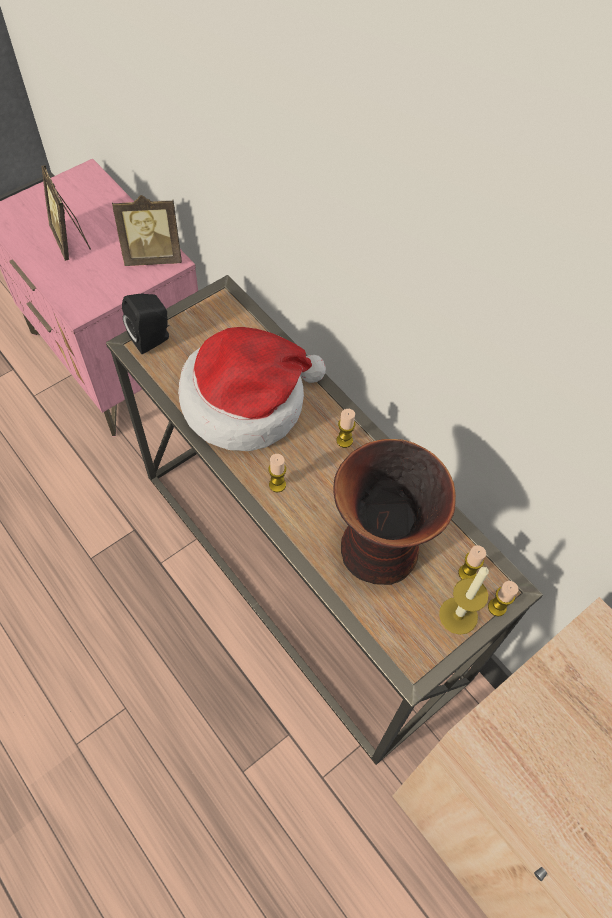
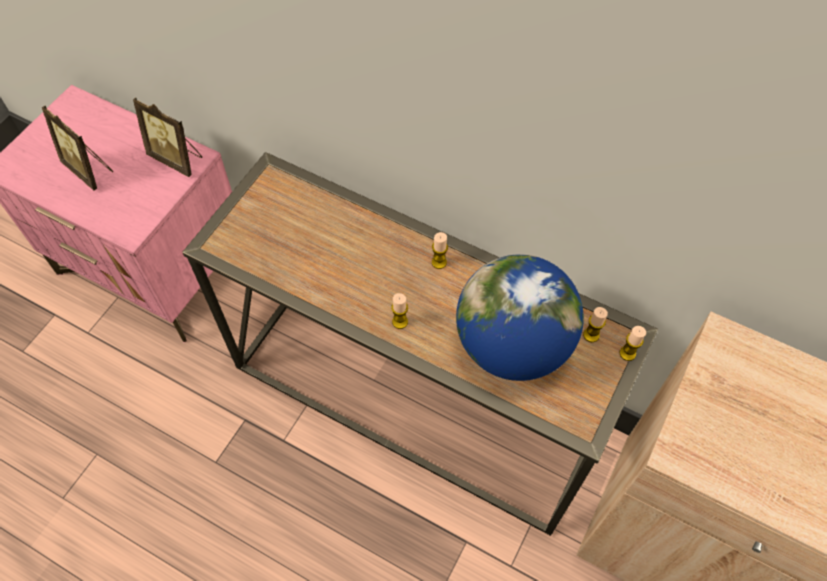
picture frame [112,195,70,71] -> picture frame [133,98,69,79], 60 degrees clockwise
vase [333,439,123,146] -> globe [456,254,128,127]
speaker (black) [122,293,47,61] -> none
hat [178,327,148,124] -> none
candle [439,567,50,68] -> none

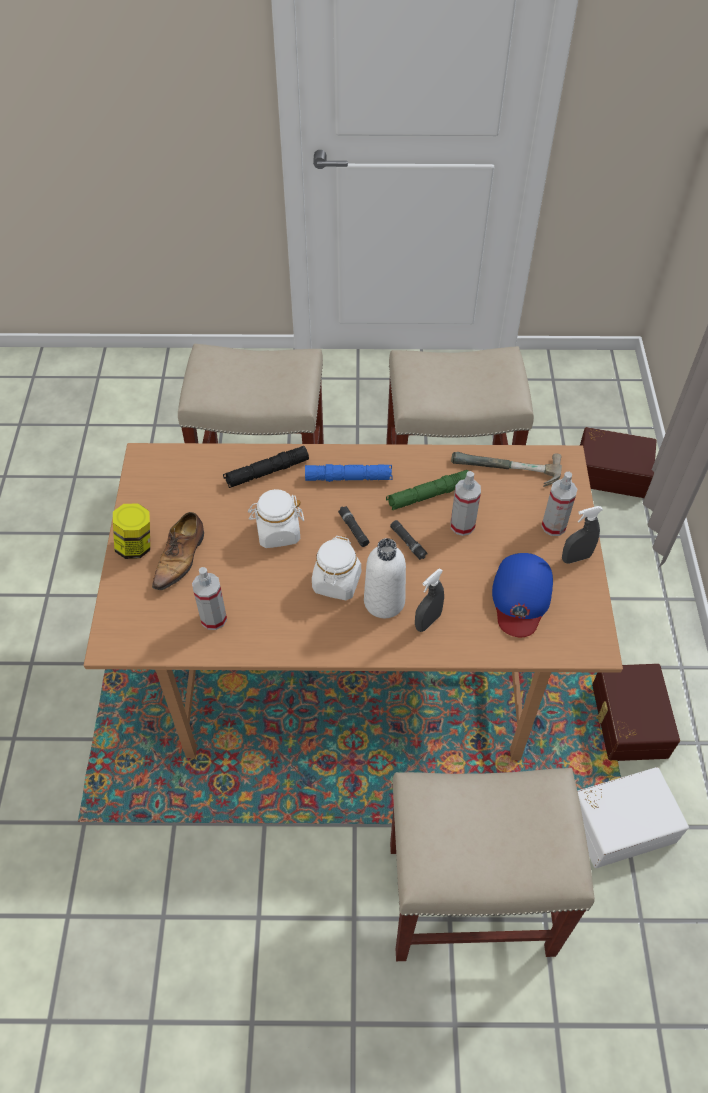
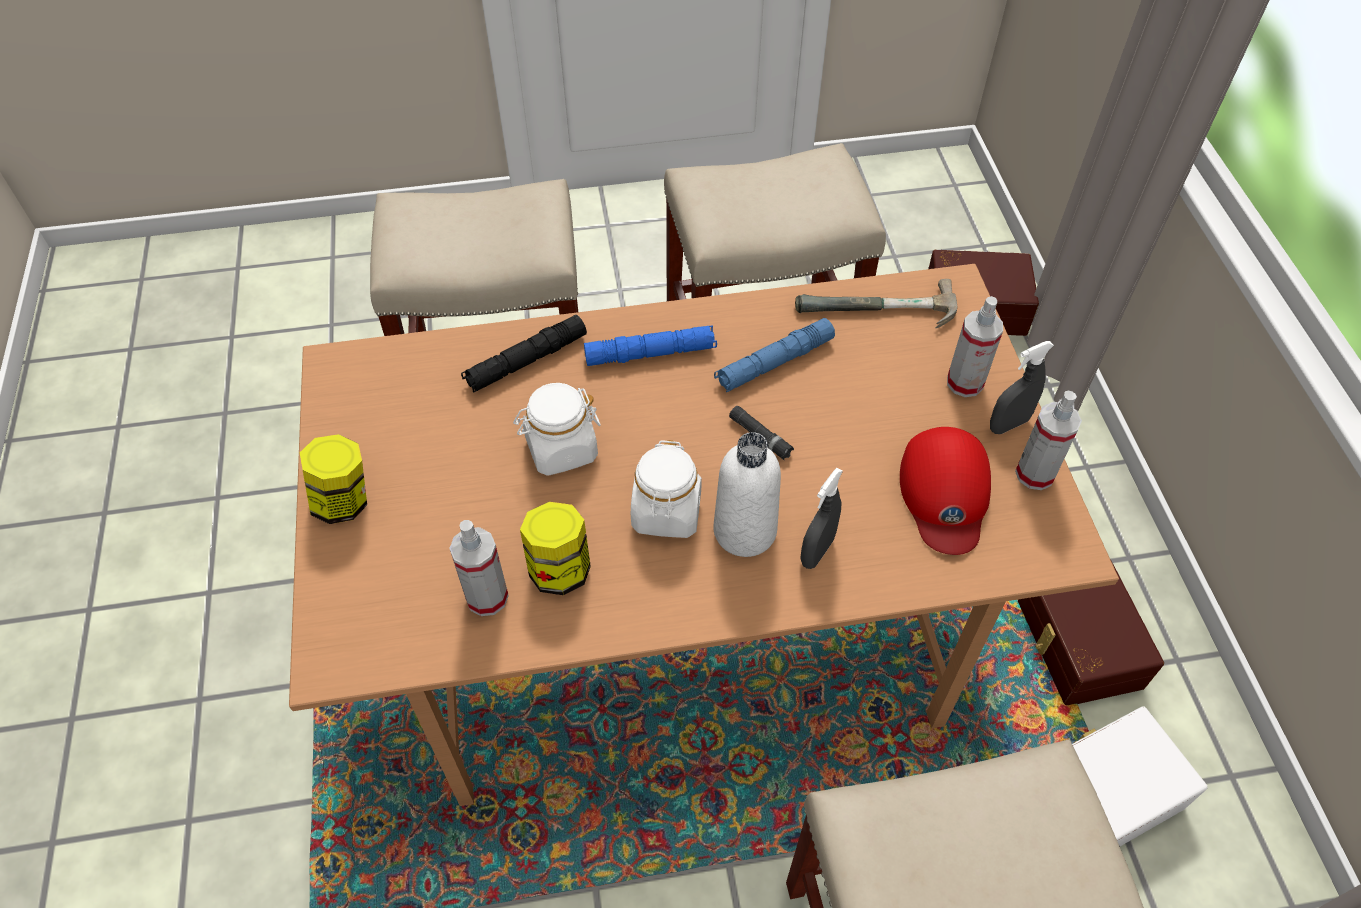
none -> jar [520,502,71,93]
flashlight (green) [386,470,82,40] -> flashlight (blue) [714,318,121,74]
cap (blue) [492,553,61,84] -> cap (red) [900,427,91,128]
spray bottle [451,471,30,65] -> spray bottle [1015,390,67,100], shifted
shoe [152,512,52,78] -> none
flashlight (black) [338,506,31,41] -> none

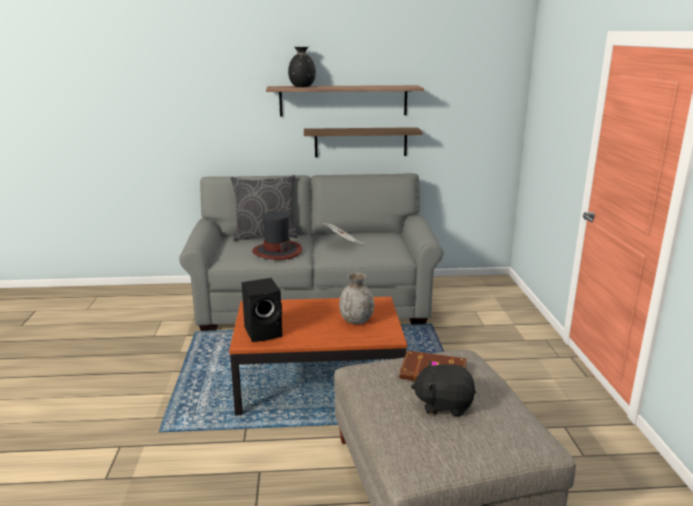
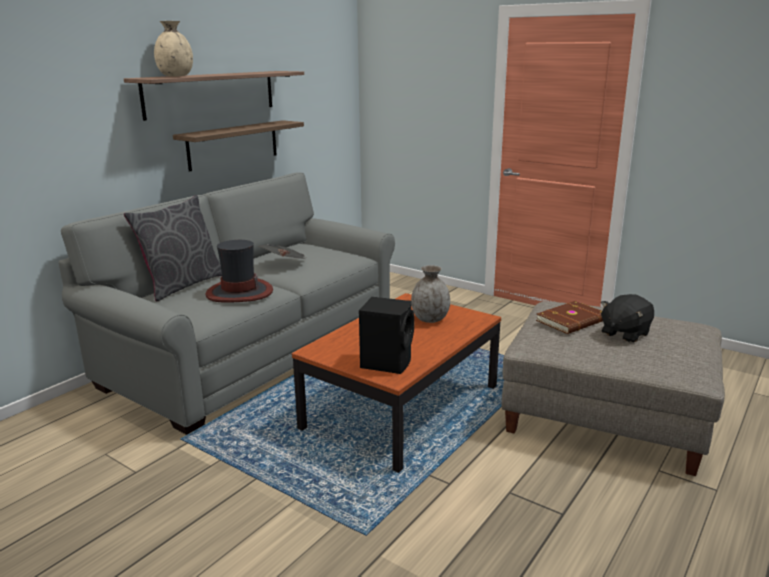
vase (black) [288,47,28,40] -> vase (beige) [154,21,39,56]

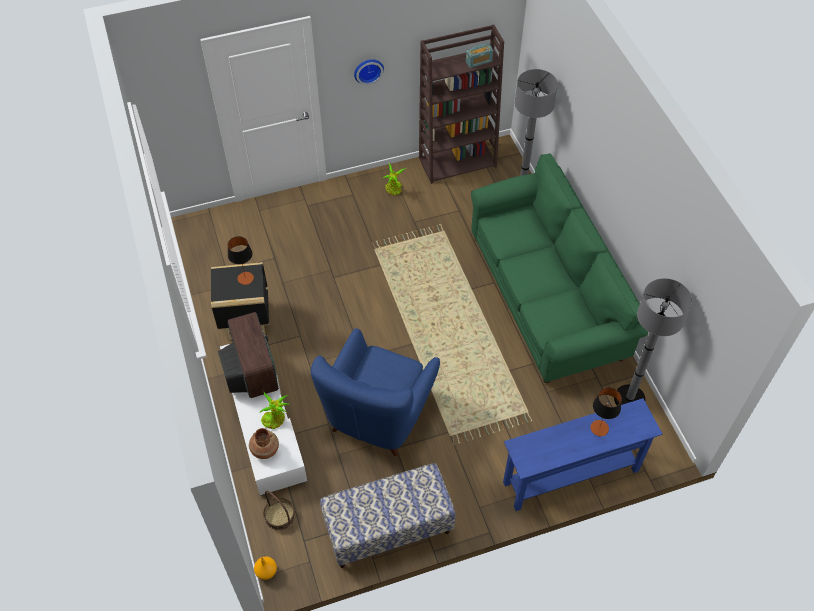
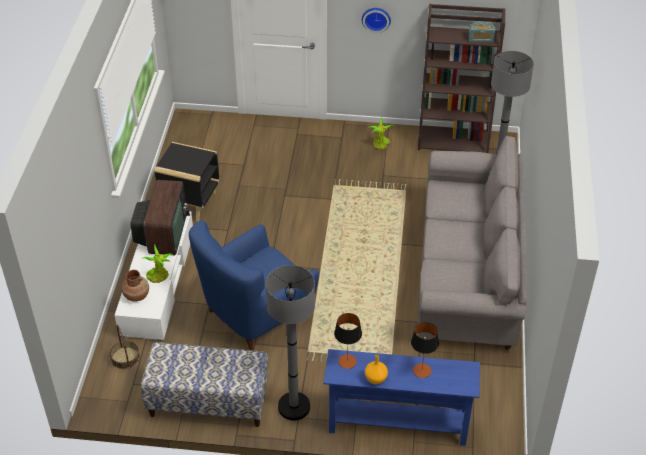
floor lamp (grey) [614,278,78,128] -> floor lamp (grey) [266,265,49,156], shifted
table lamp [228,236,26,49] -> table lamp [334,313,28,56], shifted
vase (orange) [254,556,23,24] -> vase (orange) [365,354,23,30], shifted
sofa (green) [471,153,177,230] -> sofa (grey) [418,136,109,214]

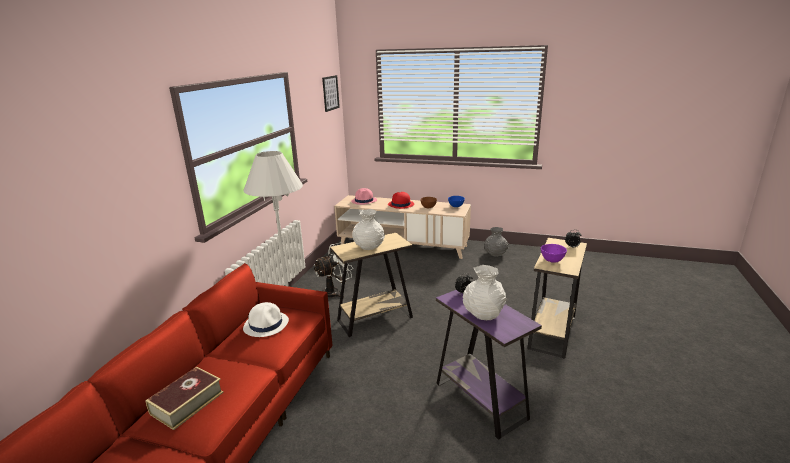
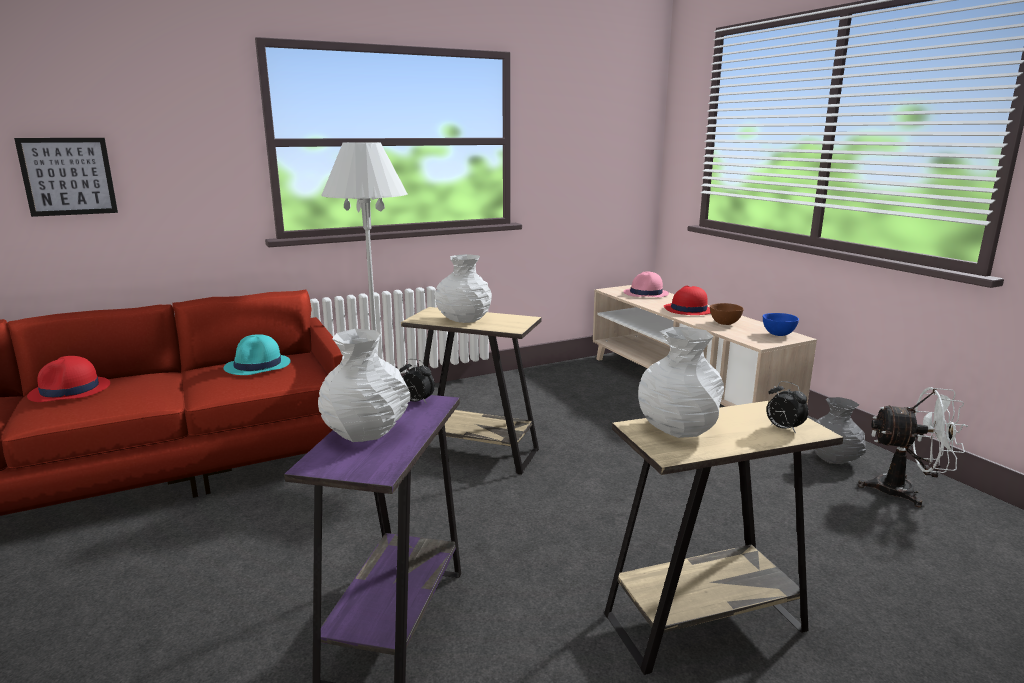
picture [322,75,18,37] -> picture [14,138,104,79], shifted
book [145,366,79,64] -> hat (red) [27,356,83,46]
hat (white) [243,302,46,35] -> hat (turquoise) [223,334,68,41]
bowl (purple) [541,244,26,19] -> vase (white) [638,327,86,111]
fan (white) [314,242,39,56] -> fan (white) [858,387,110,120], shifted

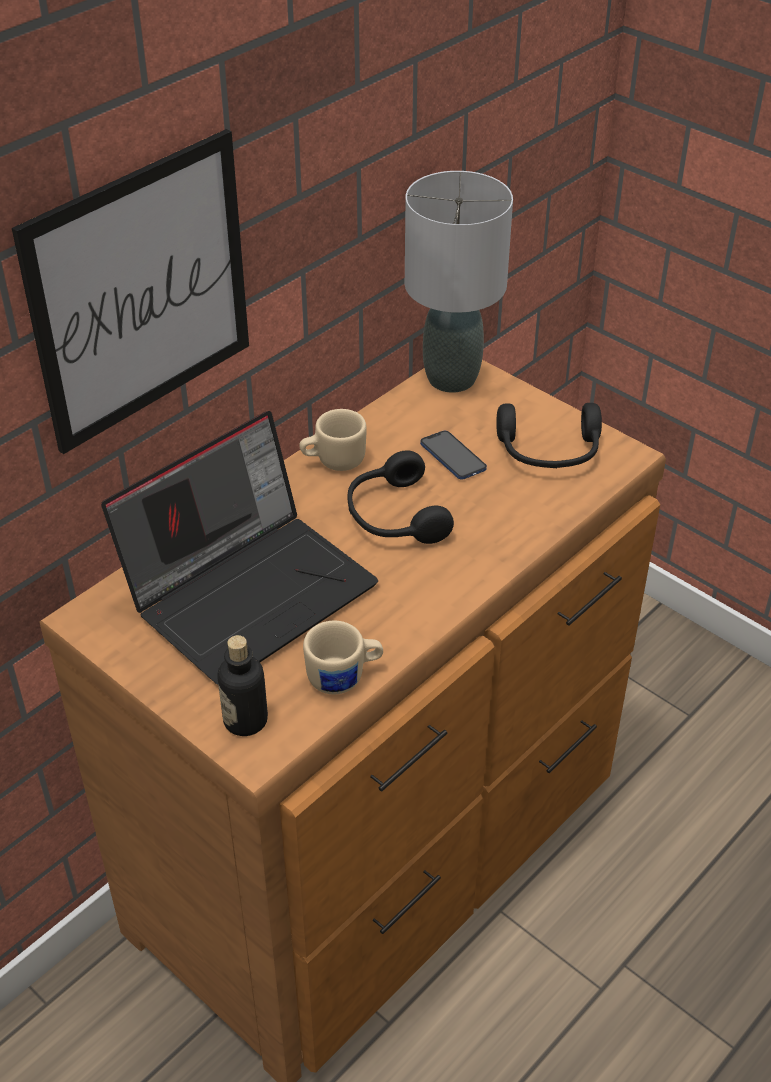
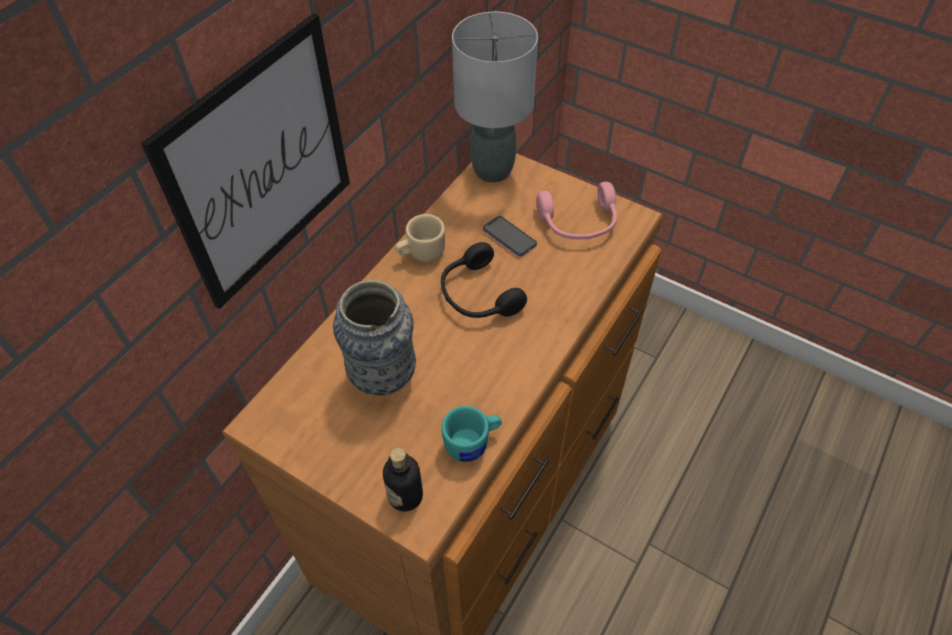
laptop [101,411,277,274] -> vase [333,280,83,116]
mug (beige) [303,621,80,73] -> mug (turquoise) [441,406,61,56]
headphones (black) [496,403,106,65] -> headphones (pink) [536,182,81,57]

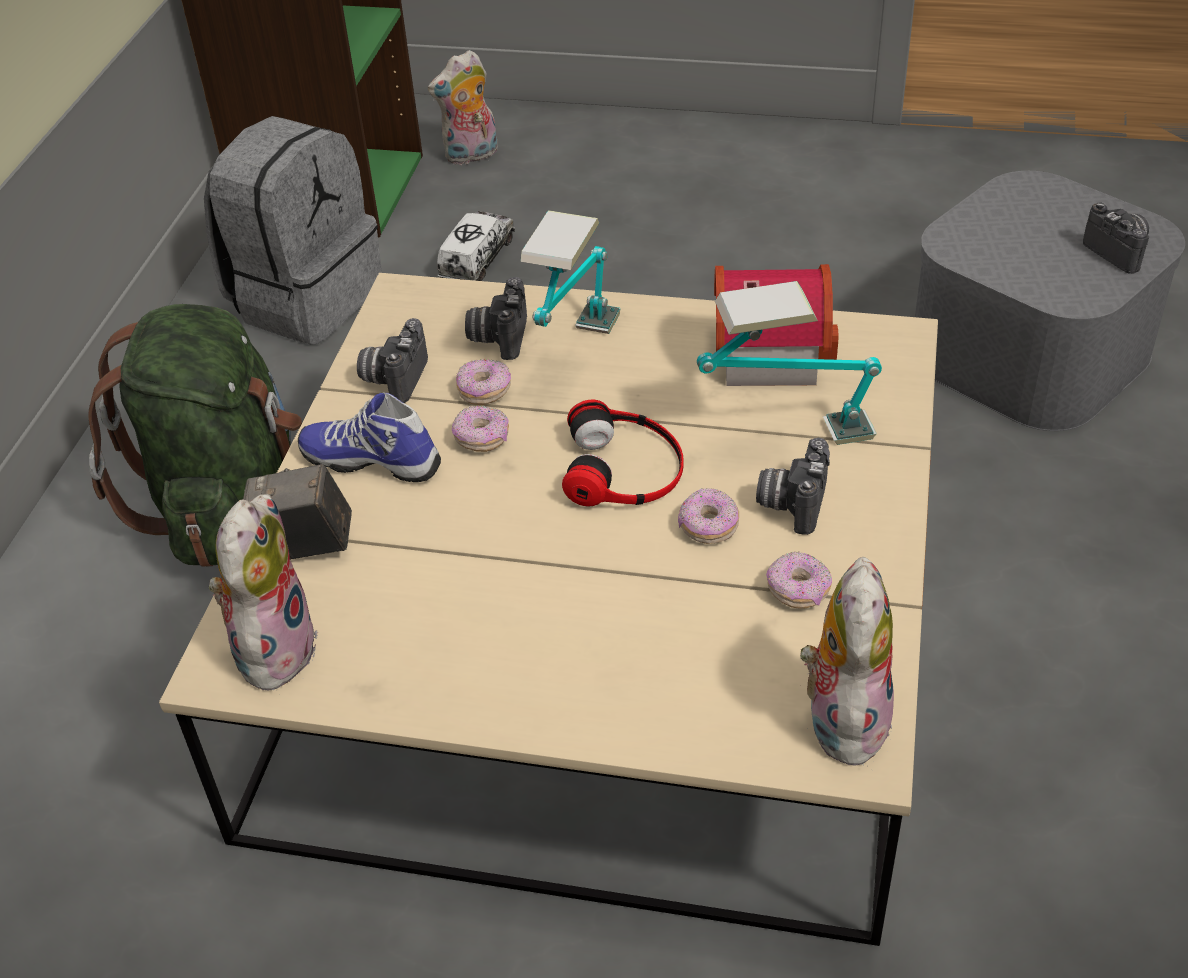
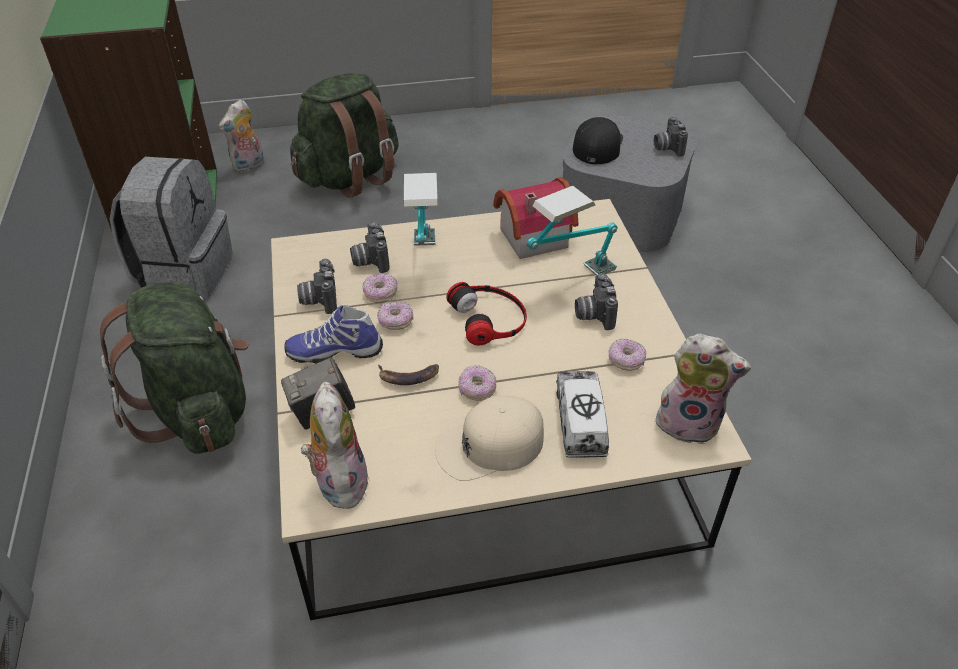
none -> backpack (green) [290,73,109,125]
none -> banana [378,364,61,21]
none -> cap (beige) [435,395,109,86]
donut [678,488,61,56] -> donut [458,365,38,36], shifted
toy truck [437,211,78,70] -> toy truck [556,371,53,87], shifted
none -> cap (black) [573,117,50,47]
photo camera [1083,202,66,72] -> photo camera [654,117,34,40], 135 degrees counterclockwise
plush toy [800,557,94,214] -> plush toy [656,333,95,112], 120 degrees clockwise

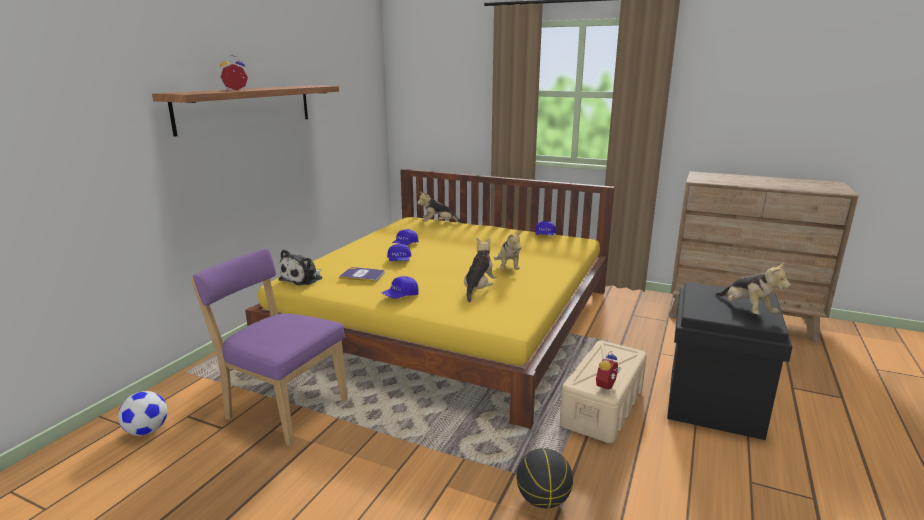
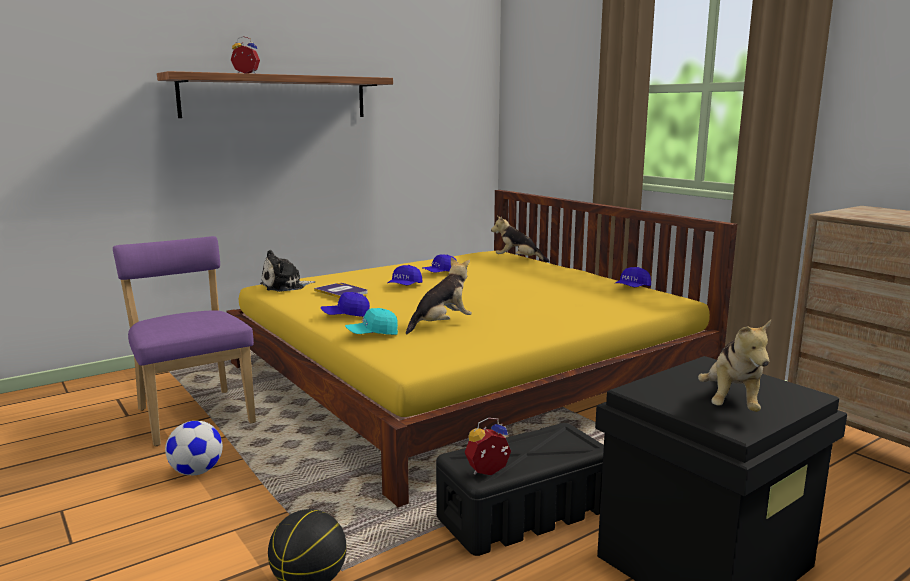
football [118,391,50,45] -> football [165,421,58,54], shifted
none -> cap (turquoise) [345,308,53,27]
storage box (beige) [560,341,87,102] -> storage box (black) [436,423,168,133]
plush toy [494,231,27,39] -> none

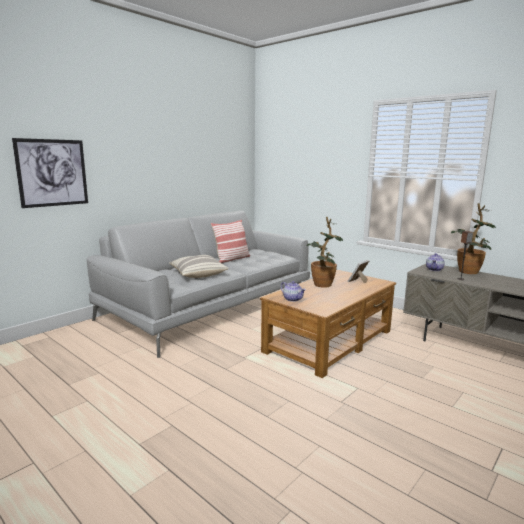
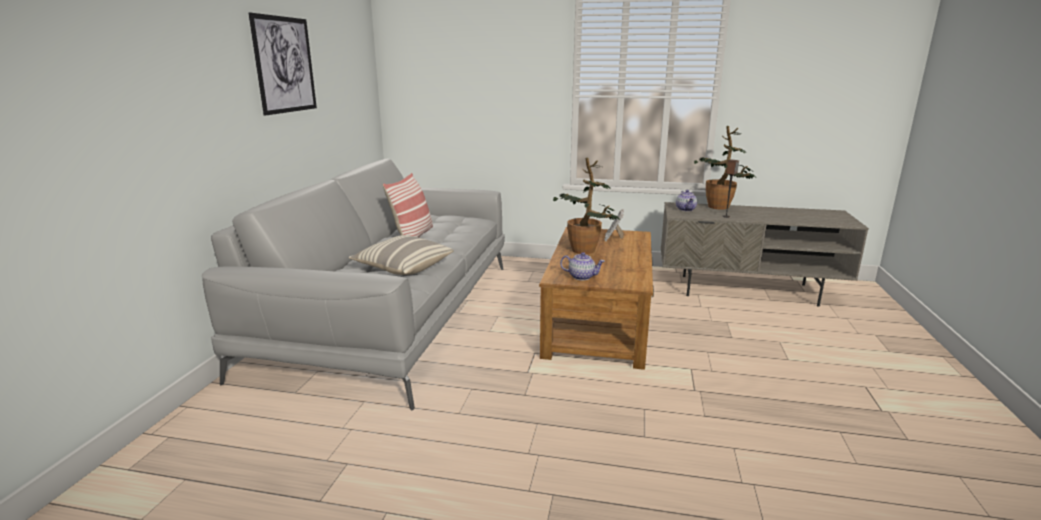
picture [12,138,76,70] -> picture [248,13,69,103], shifted

